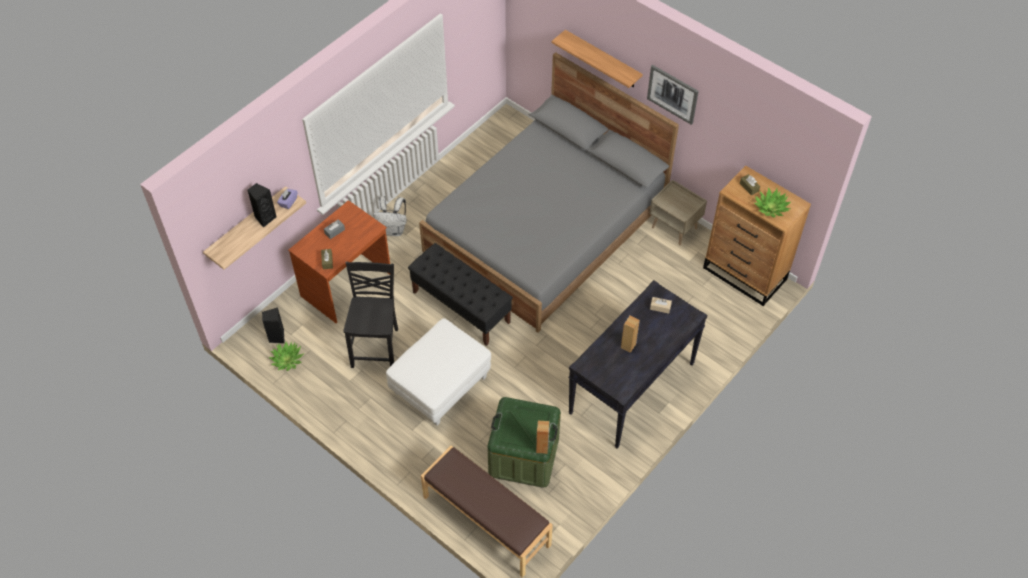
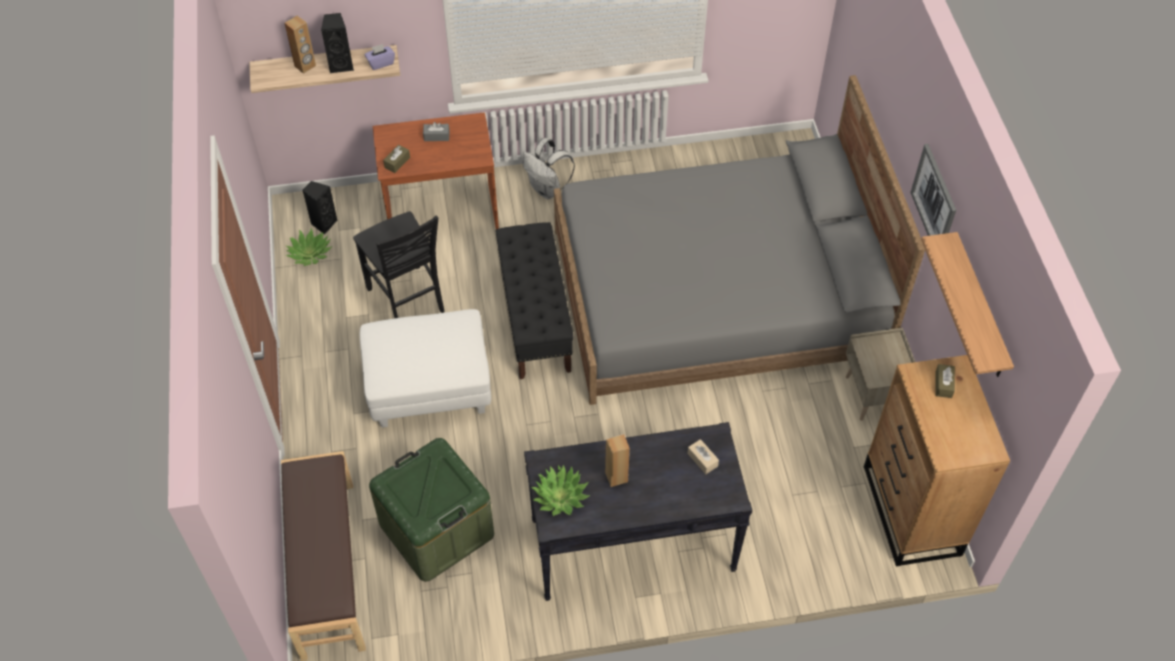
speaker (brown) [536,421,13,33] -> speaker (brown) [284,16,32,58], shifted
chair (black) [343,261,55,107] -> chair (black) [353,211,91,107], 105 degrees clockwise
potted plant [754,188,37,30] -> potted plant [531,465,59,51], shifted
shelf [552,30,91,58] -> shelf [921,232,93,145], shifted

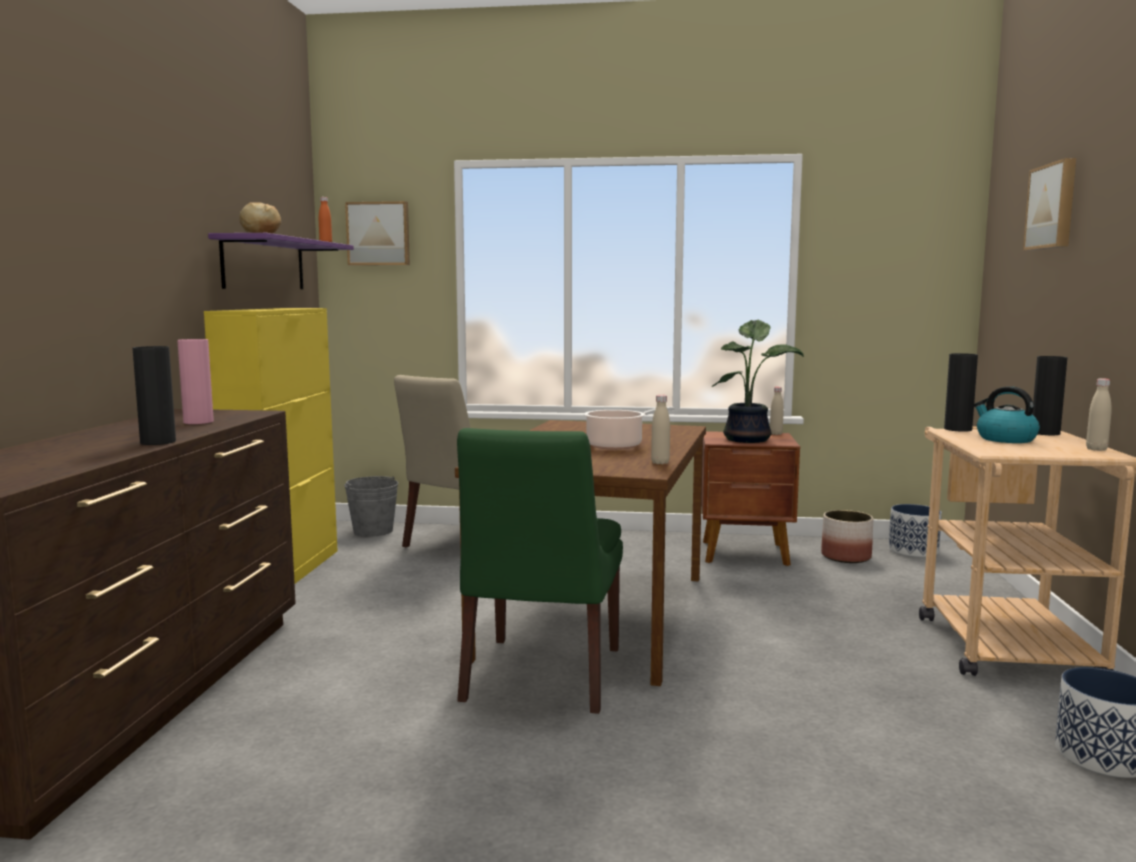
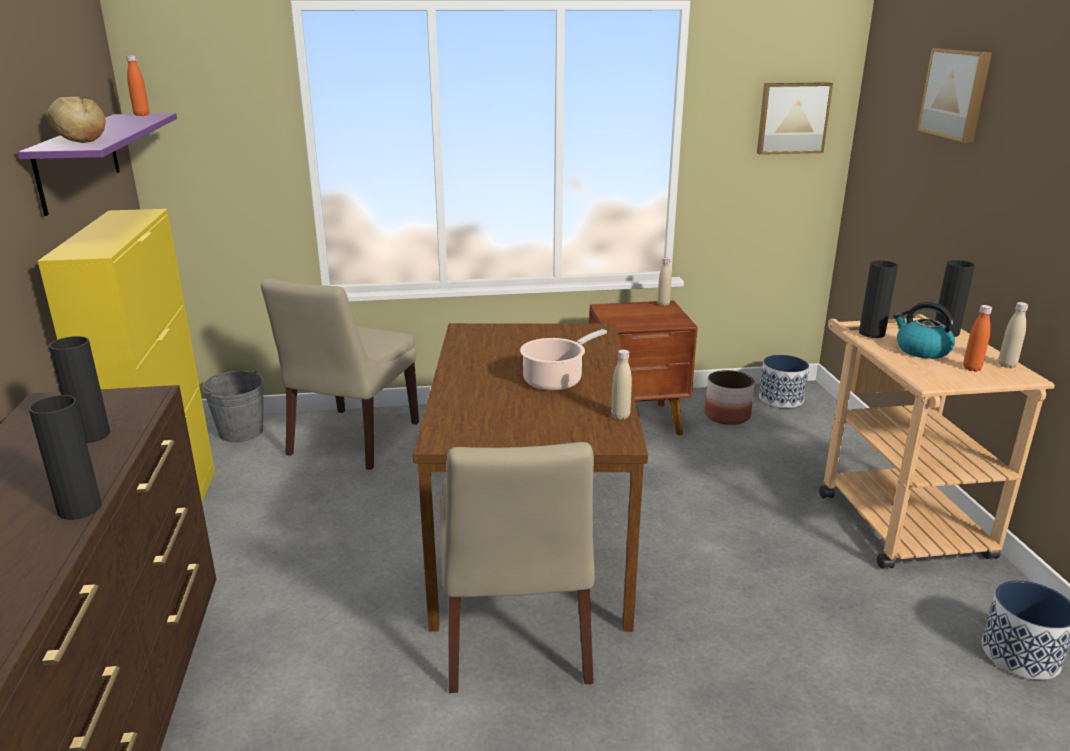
vase (pink) [177,339,37,85] -> vase (black) [49,336,61,107]
chair (green) [457,428,166,286] -> chair (beige) [440,442,155,251]
picture [345,201,65,64] -> picture [757,82,76,73], shifted
none -> bottle (orange) [963,305,29,67]
potted plant [712,319,92,124] -> none

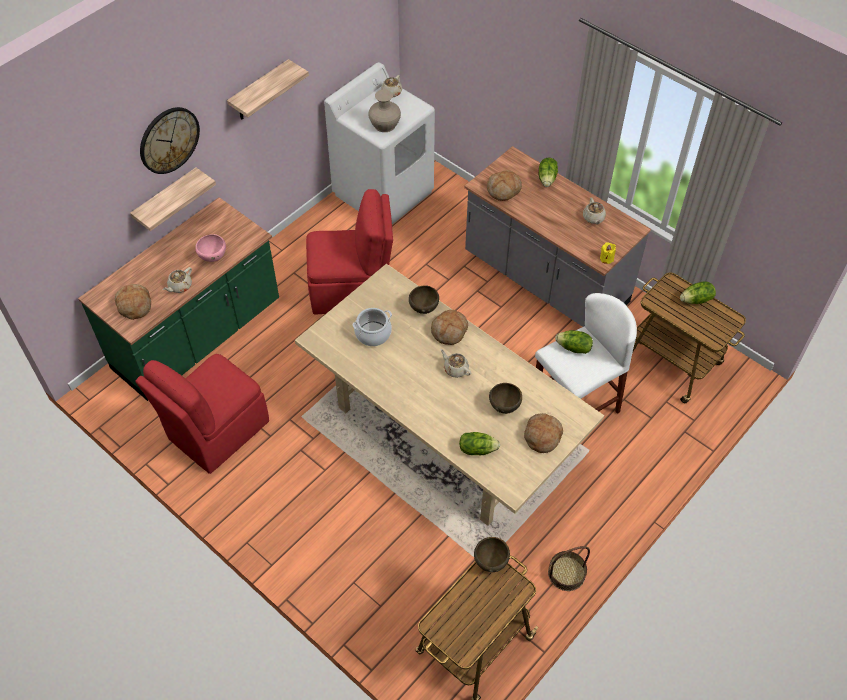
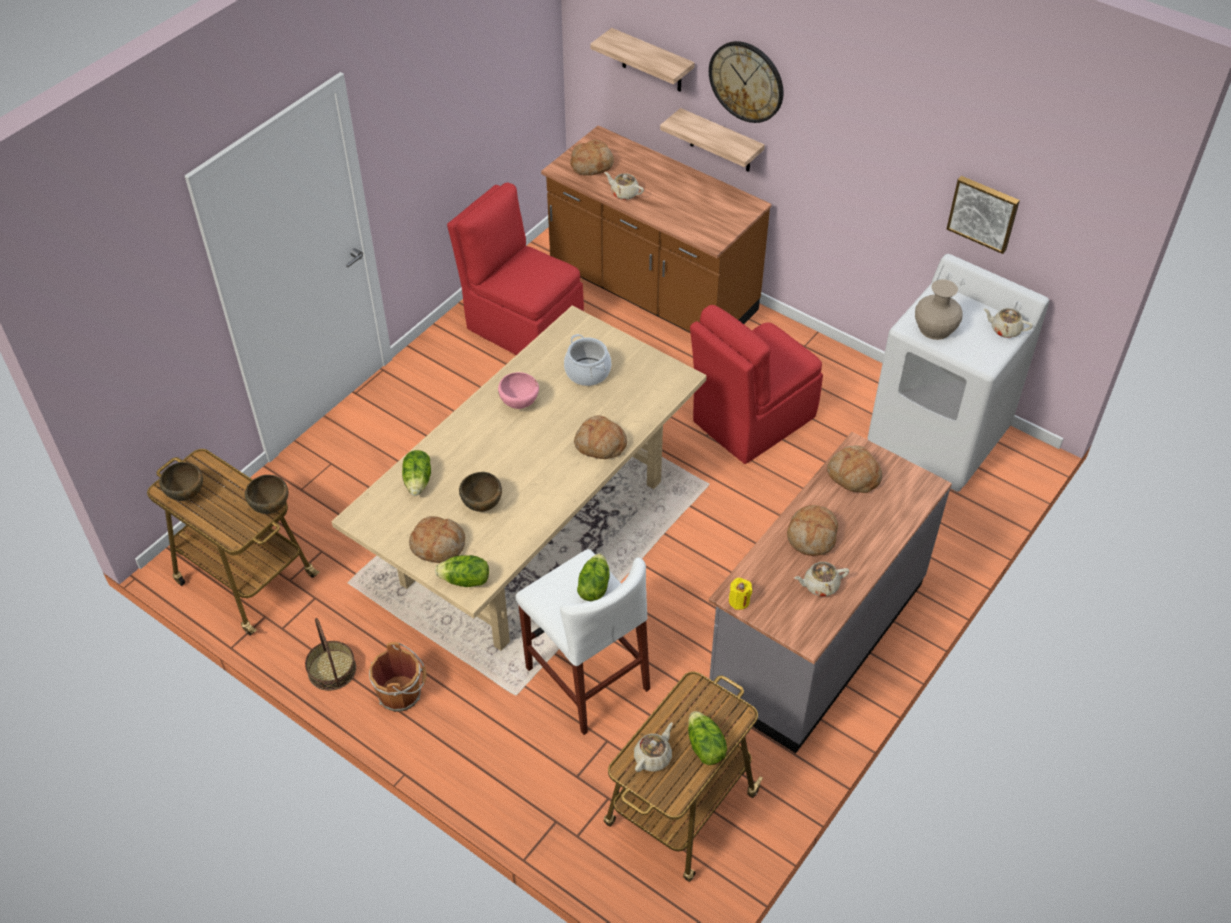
bowl (brown) [409,286,30,28] -> bowl (brown) [159,462,44,39], shifted
none -> bucket (brown) [369,642,57,70]
lettuce [539,158,19,29] -> lettuce [435,555,54,32], shifted
bowl (pink) [195,234,31,28] -> bowl (pink) [498,372,41,37], shifted
counter (green) [78,197,201,204] -> counter (brown) [541,125,231,208]
shelf [227,59,82,61] -> shelf [590,28,105,64], shifted
teapot (beige) [440,349,31,29] -> teapot (beige) [634,722,39,50], shifted
chair (red) [306,189,87,126] -> chair (red) [690,305,133,159], 60 degrees clockwise
none -> bread [787,505,51,51]
none -> picture [947,176,73,78]

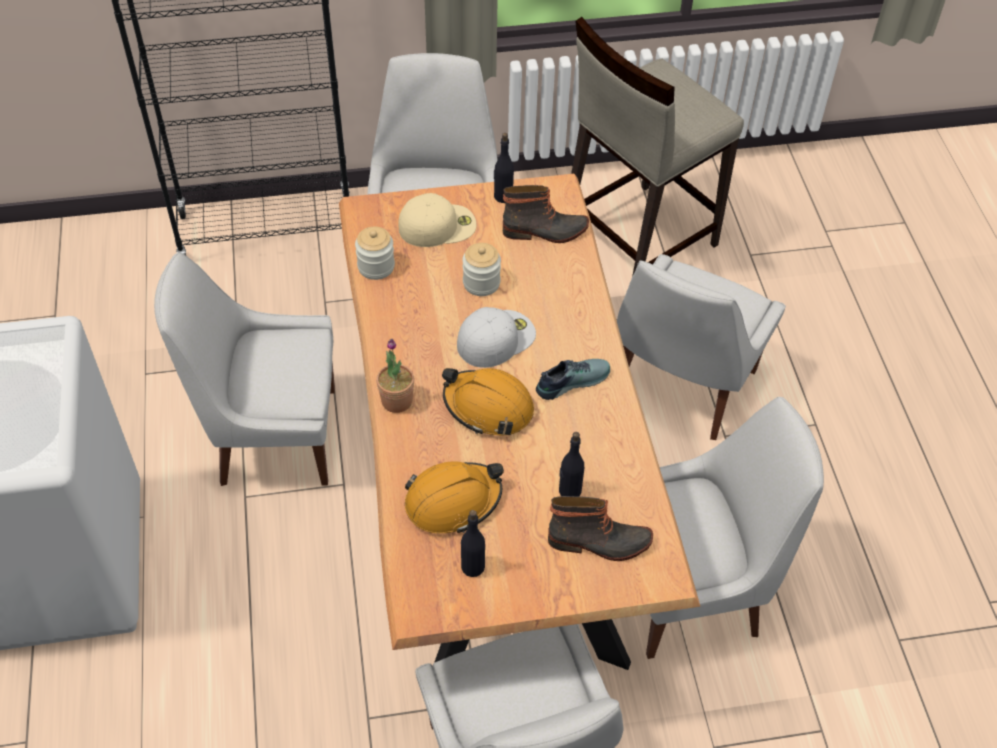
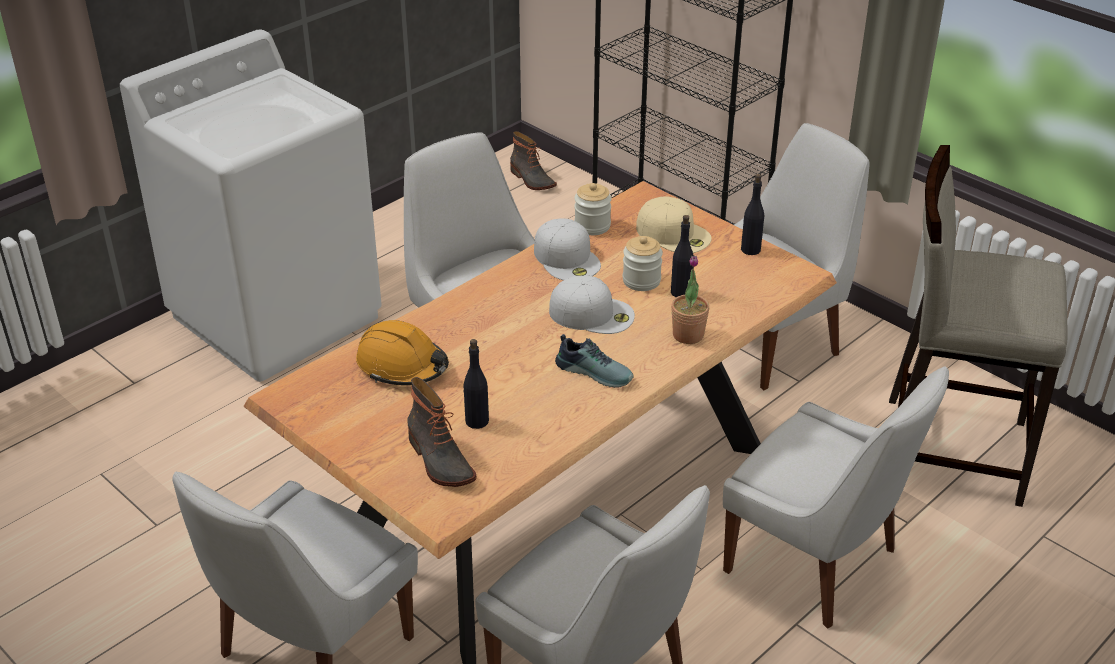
boot [503,185,86,58] -> boot [510,131,47,59], shifted
none -> cap (white) [534,218,67,62]
bottle (black) [461,510,24,67] -> bottle (black) [671,215,23,82], shifted
potted plant [376,339,38,74] -> potted plant [671,255,38,89], shifted
chair (white) [617,254,169,186] -> chair (white) [723,366,226,263], 135 degrees counterclockwise
hard hat (orange) [442,368,92,67] -> none

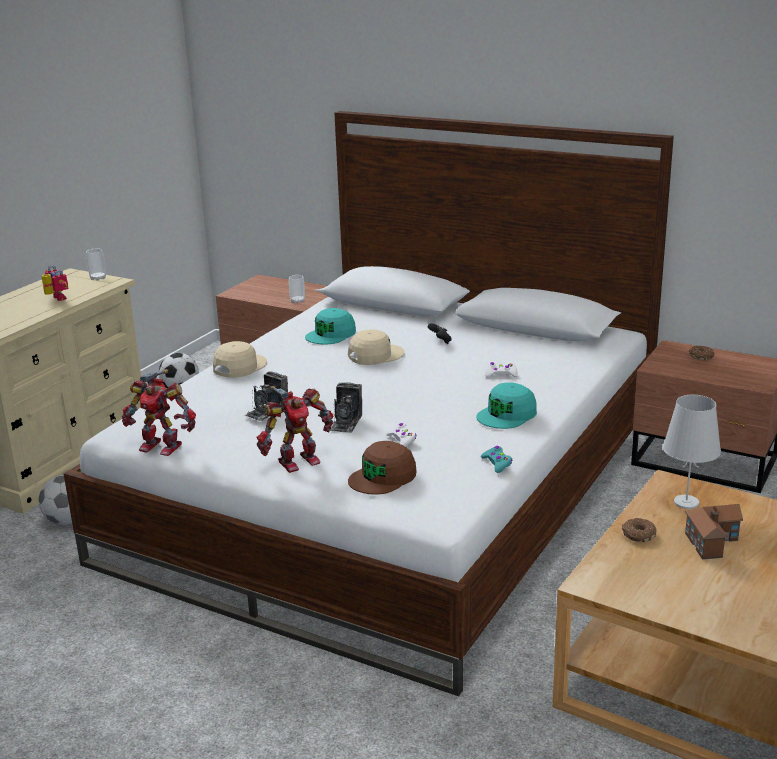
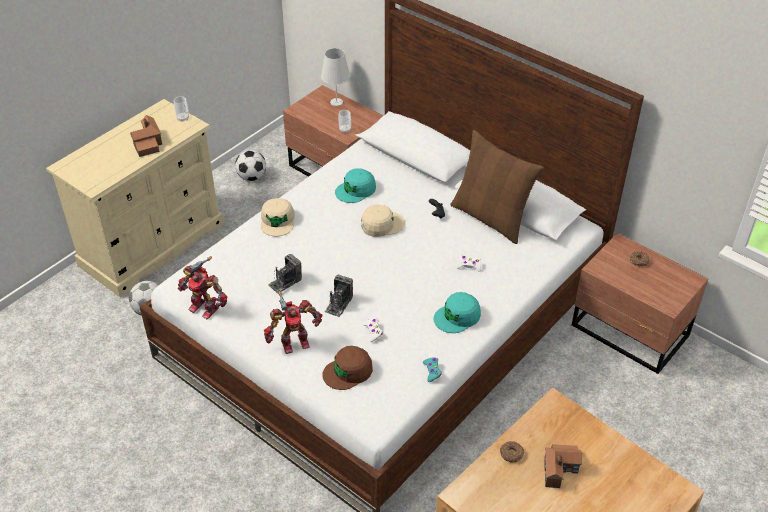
toy robot [42,265,26,36] -> toy house [130,115,32,42]
cap (beige) [213,341,54,37] -> cap (beige) [261,198,34,38], 135 degrees clockwise
table lamp (white) [663,395,58,114] -> table lamp (white) [321,48,29,59], shifted
none -> pillow (brown) [450,130,94,114]

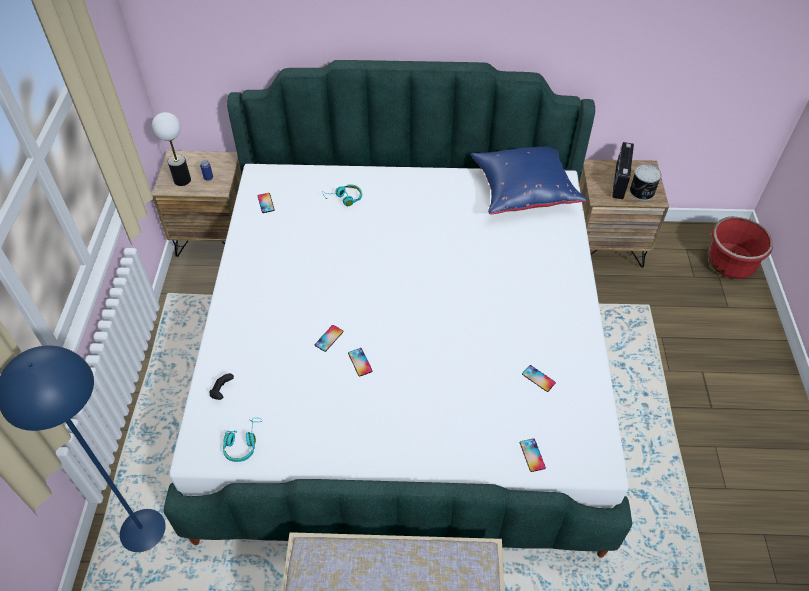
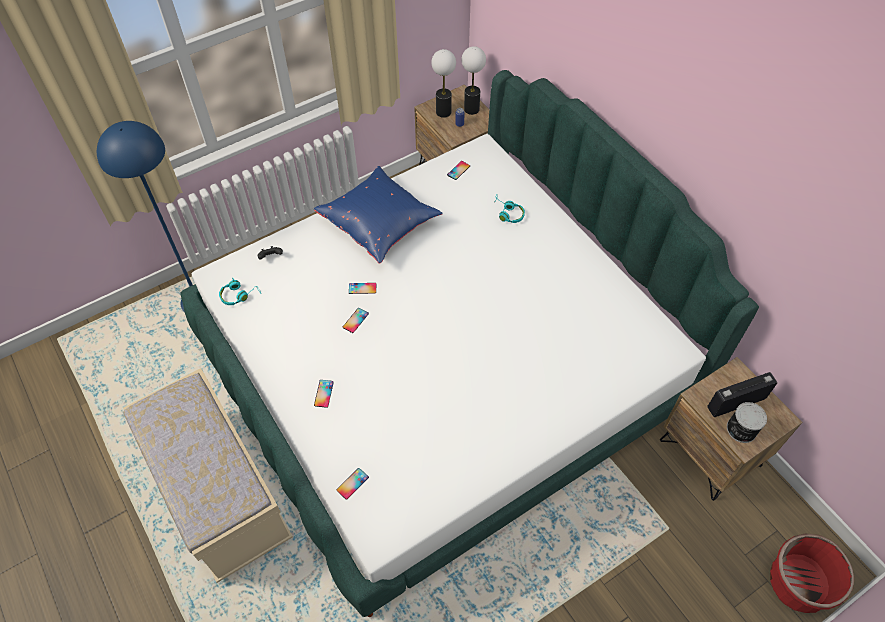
pillow (blue) [471,146,116,69] -> pillow (blue) [314,166,129,98], shifted
phone [522,365,34,27] -> phone [314,380,20,28], shifted
none -> table lamp [461,46,25,69]

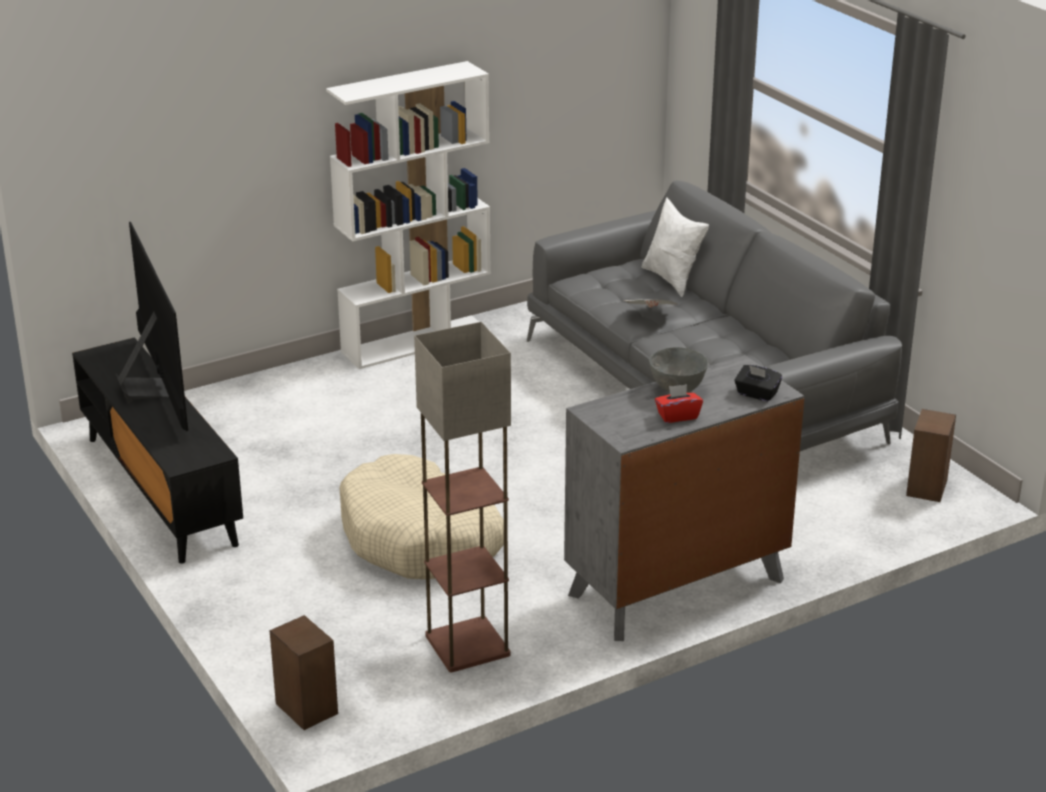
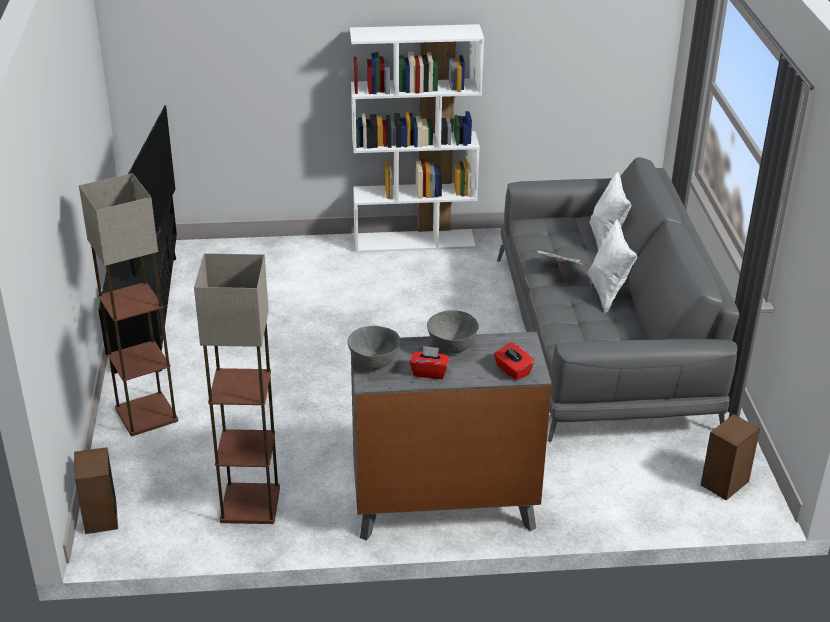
none -> floor lamp [79,173,99,263]
none -> bowl (grey) [348,326,53,43]
tissue box (black) [734,365,48,37] -> tissue box (red) [494,342,40,38]
none -> pillow (white) [587,219,51,95]
dog bed (beige) [339,454,165,125] -> none

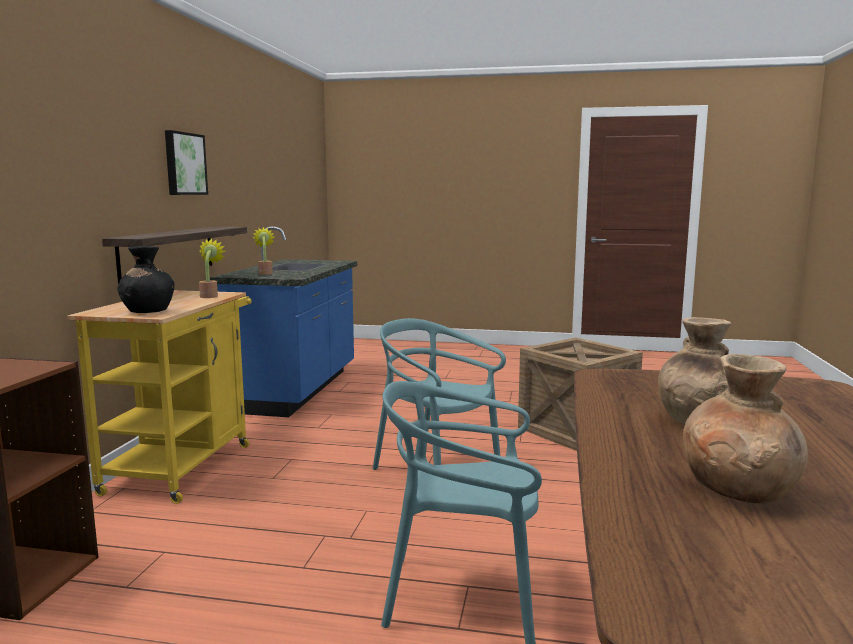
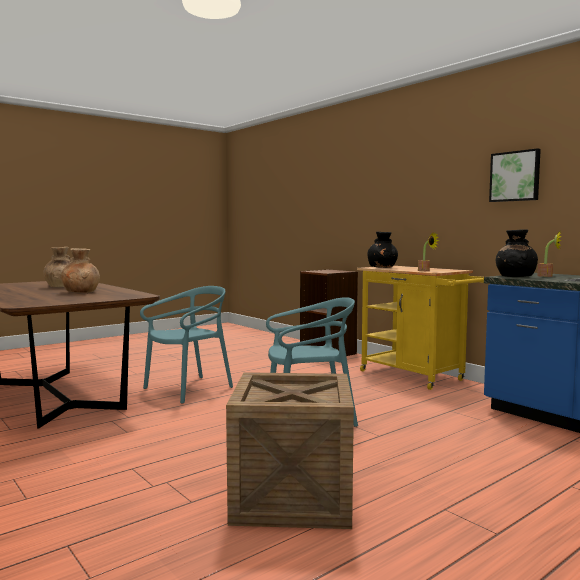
none -> vase (black) [496,229,42,48]
shelf [102,227,145,58] -> none

